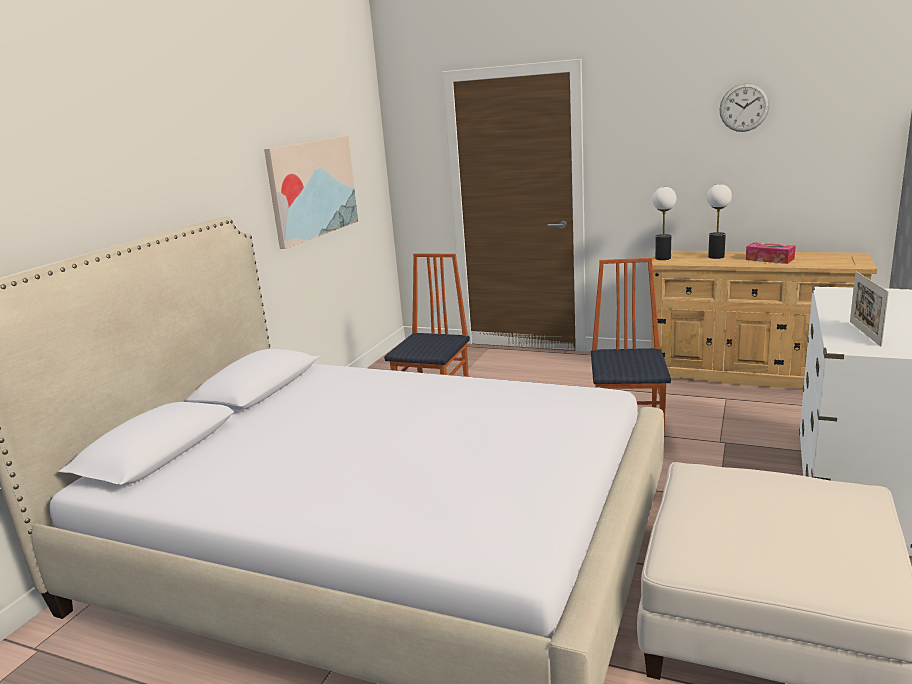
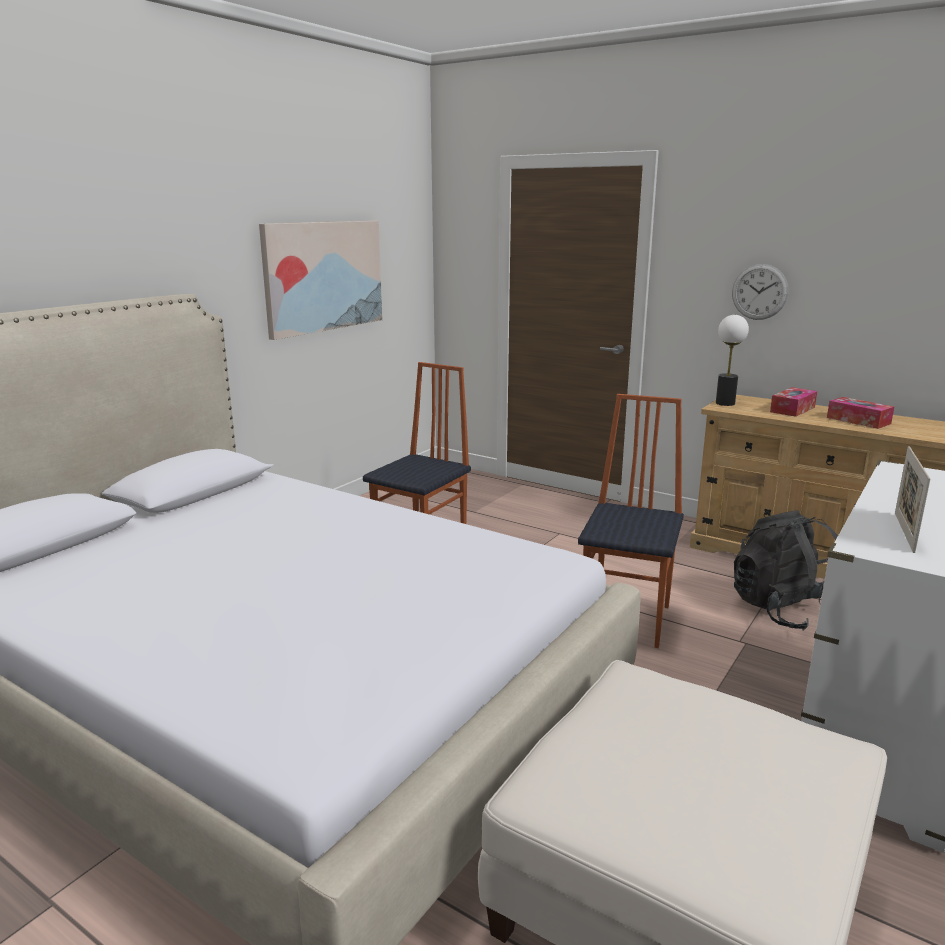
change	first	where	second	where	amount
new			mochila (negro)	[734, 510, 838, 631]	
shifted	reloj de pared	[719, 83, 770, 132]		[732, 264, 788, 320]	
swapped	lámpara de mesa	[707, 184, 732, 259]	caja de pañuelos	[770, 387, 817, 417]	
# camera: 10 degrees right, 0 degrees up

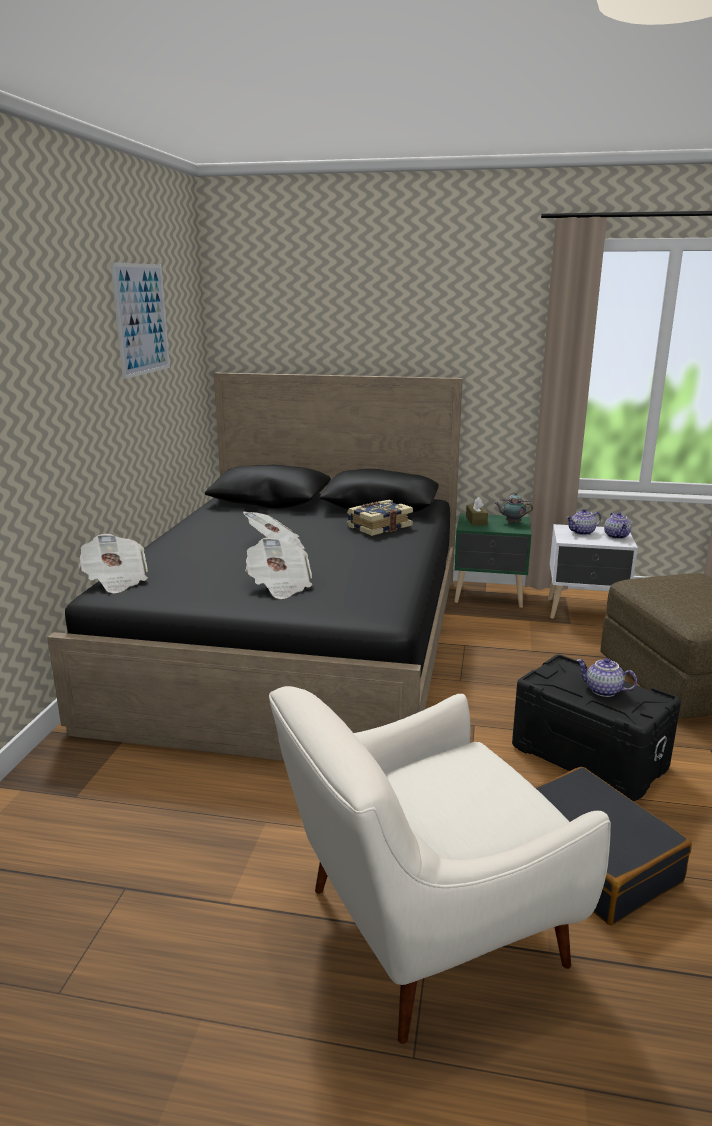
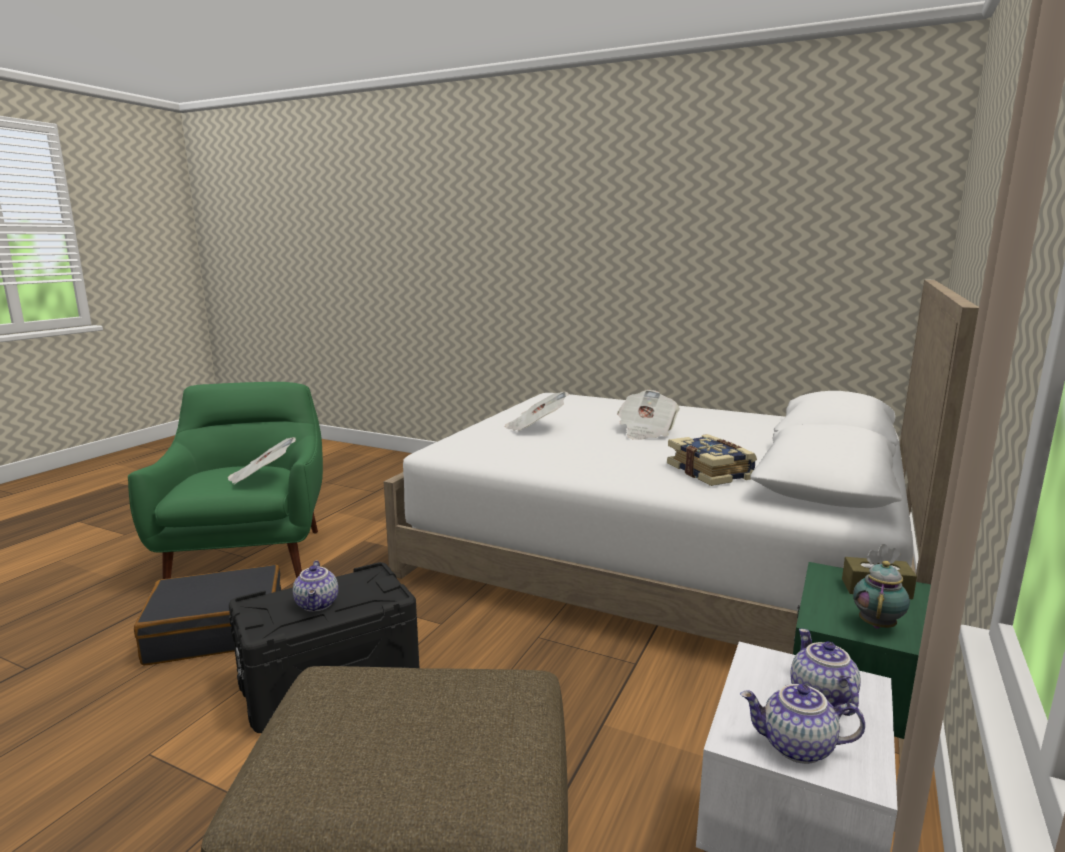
change	first	where	second	where	amount
gone	cuadro	[111, 262, 170, 379]			
shifted	periódico	[79, 534, 148, 593]		[228, 437, 296, 485]	
repainted	cama (negro)	[47, 373, 463, 761]	cama (blanco)	[384, 279, 979, 654]	
repainted	sillón (blanco)	[269, 686, 611, 1044]	sillón (verde)	[128, 382, 323, 579]	
rotated	tetera	[577, 658, 637, 697]		[293, 560, 338, 612]	120 degrees clockwise
# camera: 105 degrees right, 5 degrees down

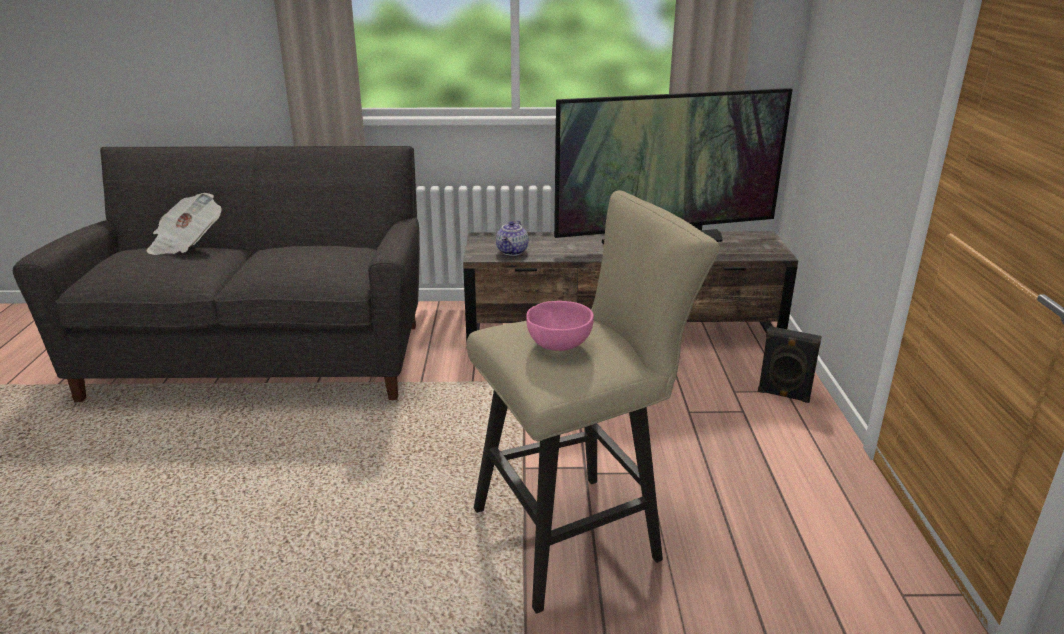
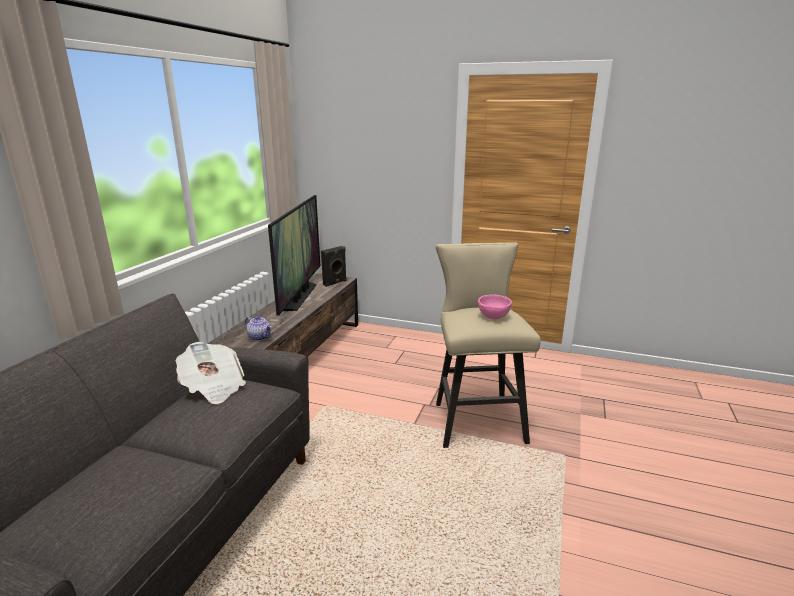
change	first	where	second	where	amount
shifted	periódico	[147, 193, 222, 255]		[176, 342, 246, 404]	
shifted	altavoz (negro)	[758, 326, 822, 403]		[321, 246, 347, 287]	
# camera: 70 degrees left, 5 degrees down

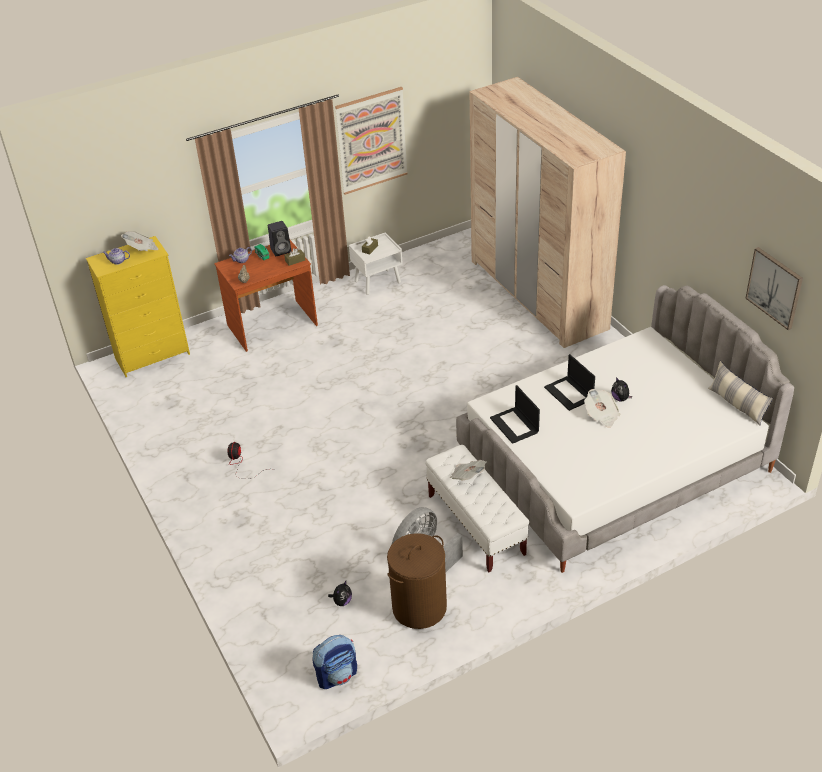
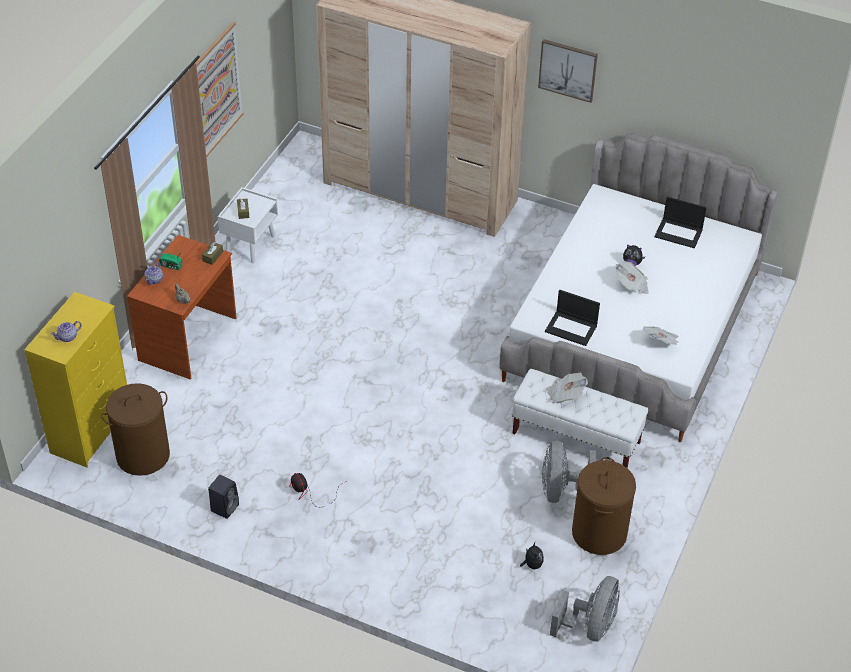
change	first	where	second	where	amount
gone	cojín	[708, 361, 773, 426]			
new			cesto de la ropa (marrón)	[101, 383, 170, 476]	
shifted	periódico	[121, 231, 159, 251]		[643, 326, 678, 345]	
shifted	altavoz (negro)	[268, 221, 291, 256]		[208, 475, 239, 519]	
shifted	portátil	[544, 354, 595, 411]		[655, 197, 707, 248]	
shifted	cuadro	[745, 247, 803, 330]		[538, 39, 598, 103]	
swapped	mochila	[312, 635, 357, 689]	ventilador (gris)	[550, 576, 620, 642]	
# camera: 40 degrees left, 5 degrees up

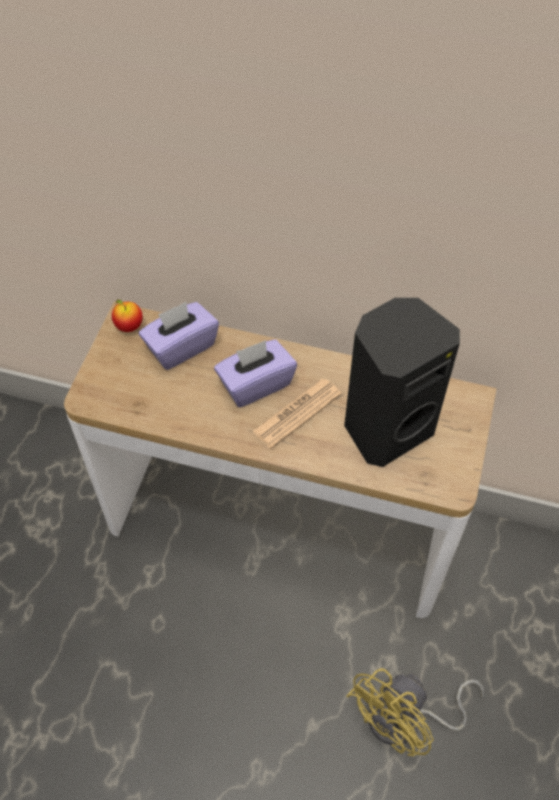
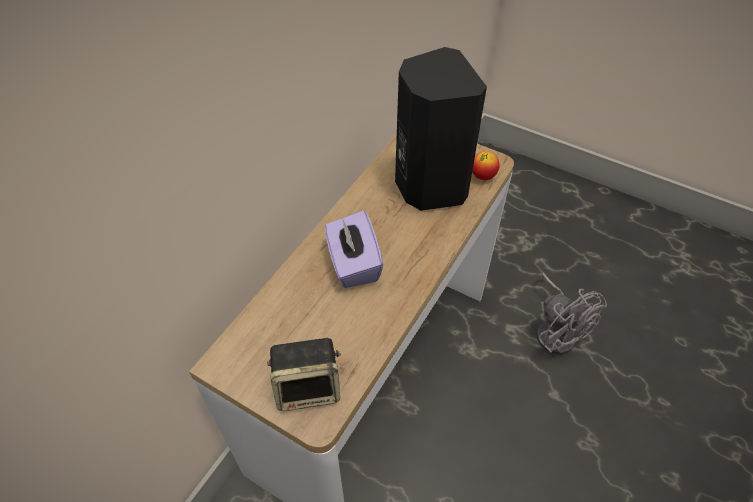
change	first	where	second	where	amount
gone	caja de pañuelos (morado)	[139, 302, 219, 370]			
gone	periódico	[252, 379, 342, 449]			
new			altavoz	[267, 338, 341, 411]	
shifted	manzana	[112, 300, 143, 332]		[472, 151, 500, 180]	
repainted	ventilador (amarillo)	[346, 668, 484, 756]	ventilador (gris)	[537, 272, 607, 355]	
# camera: 75 degrees left, 5 degrees down

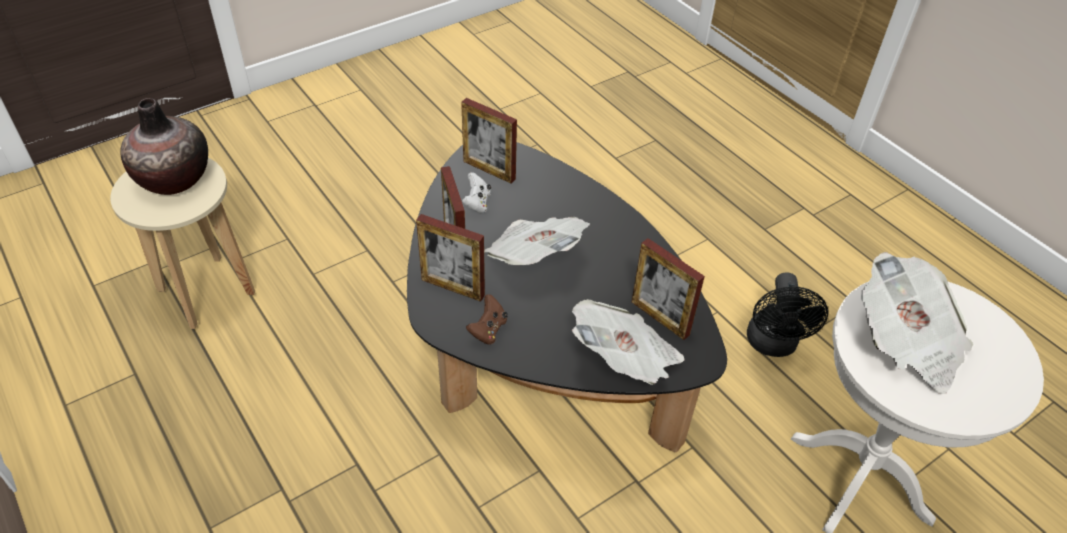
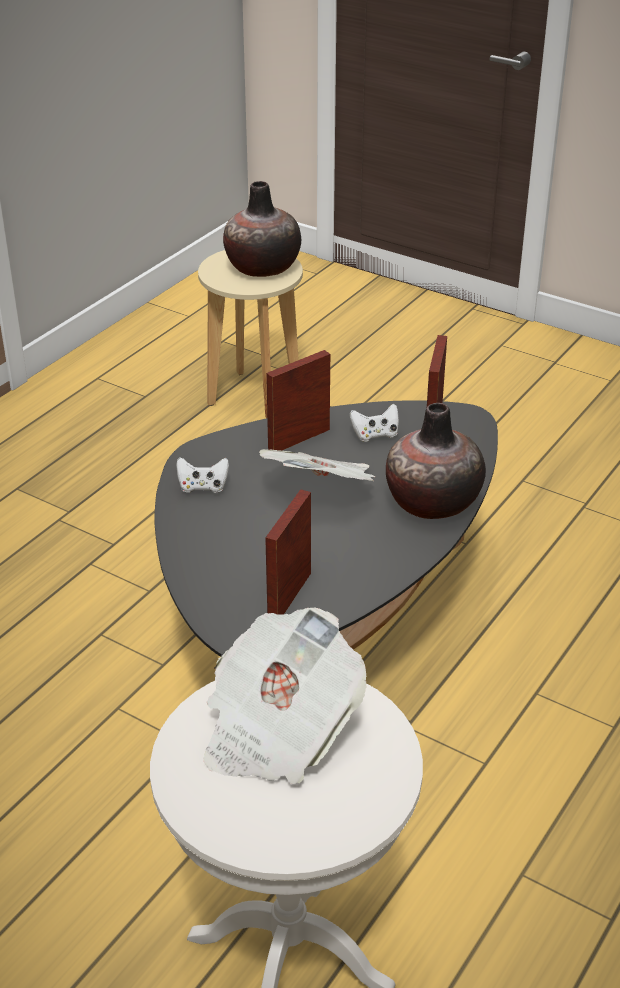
change	first	where	second	where	amount
gone	portarretratos	[416, 214, 485, 302]			
gone	periódico	[572, 299, 685, 385]			
gone	ventilador (negro)	[747, 272, 828, 357]			
new			florero	[386, 403, 486, 519]	
repainted	mando de consola (marrón)	[466, 294, 508, 345]	mando de consola (blanco)	[176, 457, 229, 493]	
# camera: 70 degrees right, 10 degrees down

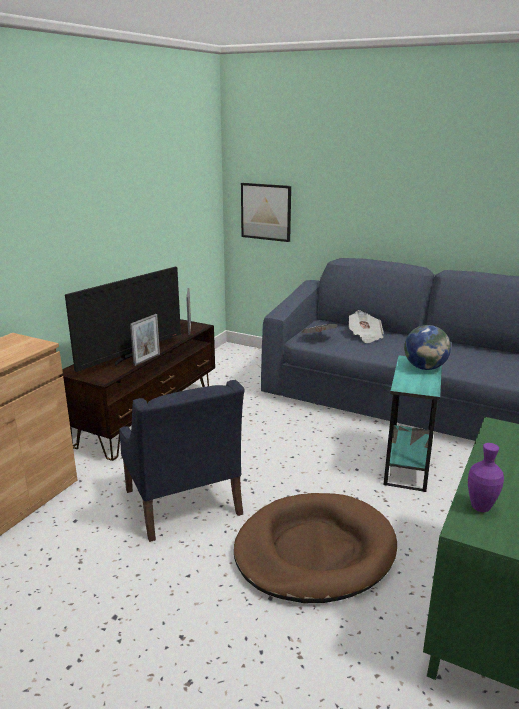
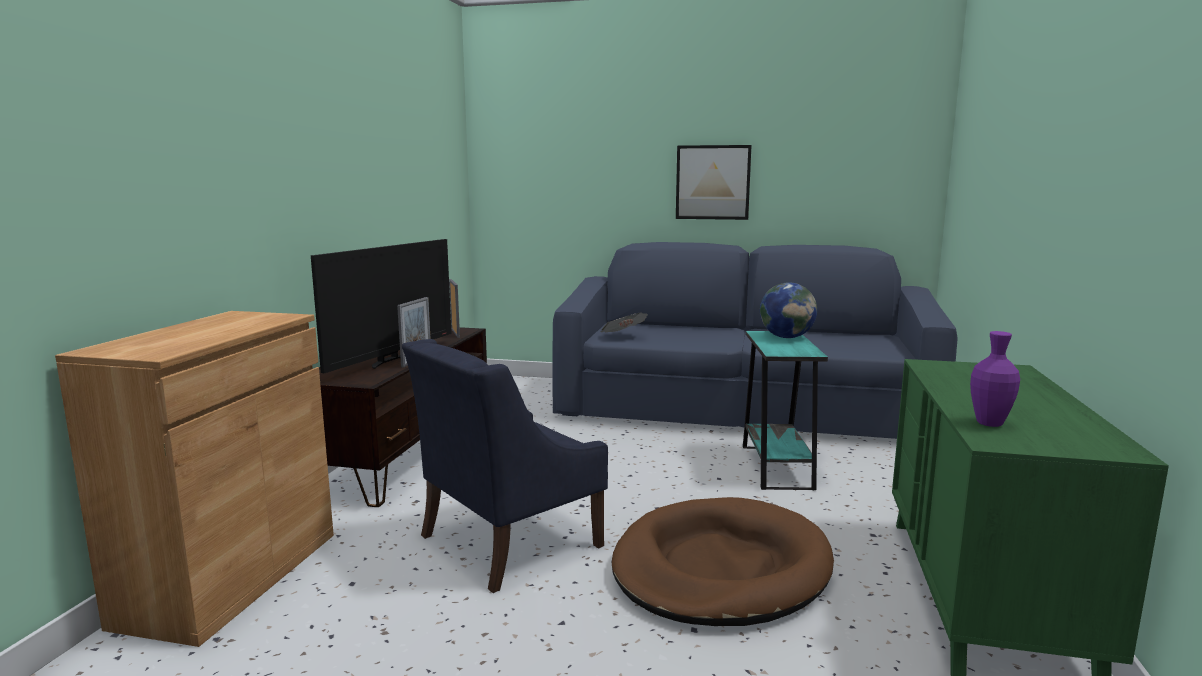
change	first	where	second	where	amount
gone	periódico	[348, 310, 383, 343]			
shifted	cuadro	[241, 183, 291, 242]		[676, 145, 752, 220]	
rotated	sillón (azul)	[119, 380, 245, 542]		[402, 339, 608, 593]	90 degrees clockwise
# camera: 15 degrees left, 10 degrees down

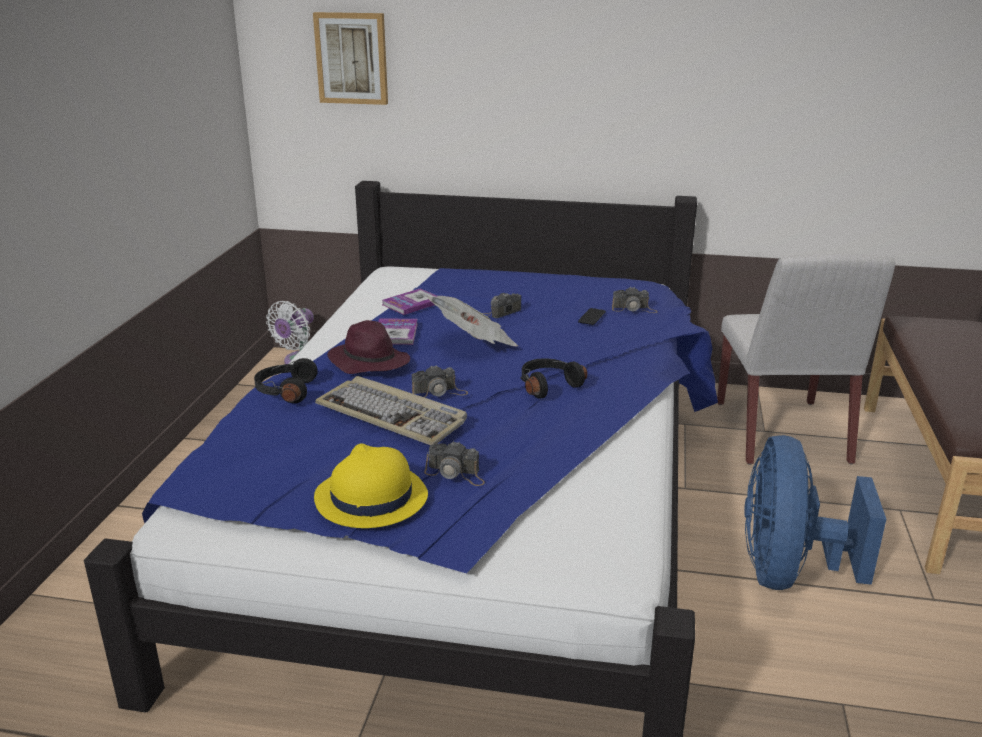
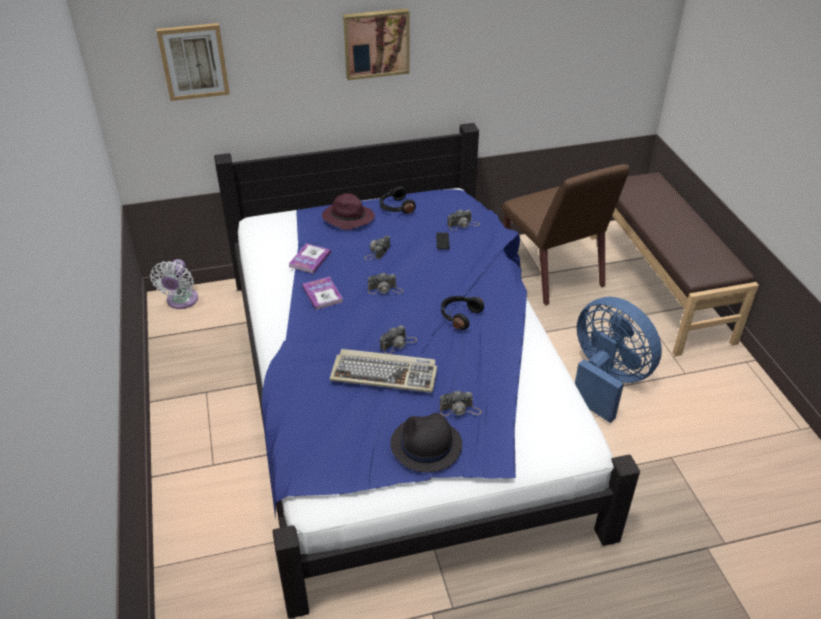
change	first	where	second	where	amount
new			cuadro	[343, 8, 410, 80]	
shifted	auriculares (negro)	[254, 358, 318, 403]		[380, 187, 416, 214]	
shifted	sombrero (morado)	[327, 320, 410, 374]		[322, 193, 375, 230]	
swapped	periódico	[428, 296, 519, 346]	cámara	[368, 273, 403, 294]	
repainted	sombrero (amarillo)	[314, 443, 428, 528]	sombrero (negro)	[390, 413, 462, 472]	
repainted	silla (blanco)	[717, 254, 895, 465]	silla (marrón)	[502, 164, 629, 305]	
rotated	ventilador (azul)	[744, 435, 886, 590]		[575, 297, 662, 423]	150 degrees clockwise
# camera: 25 degrees left, 15 degrees up

